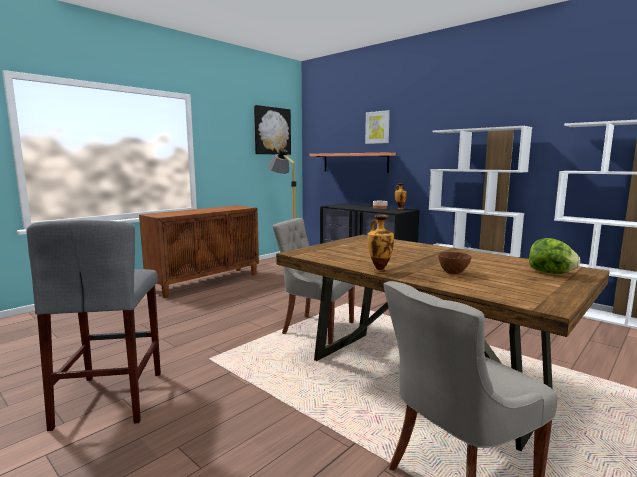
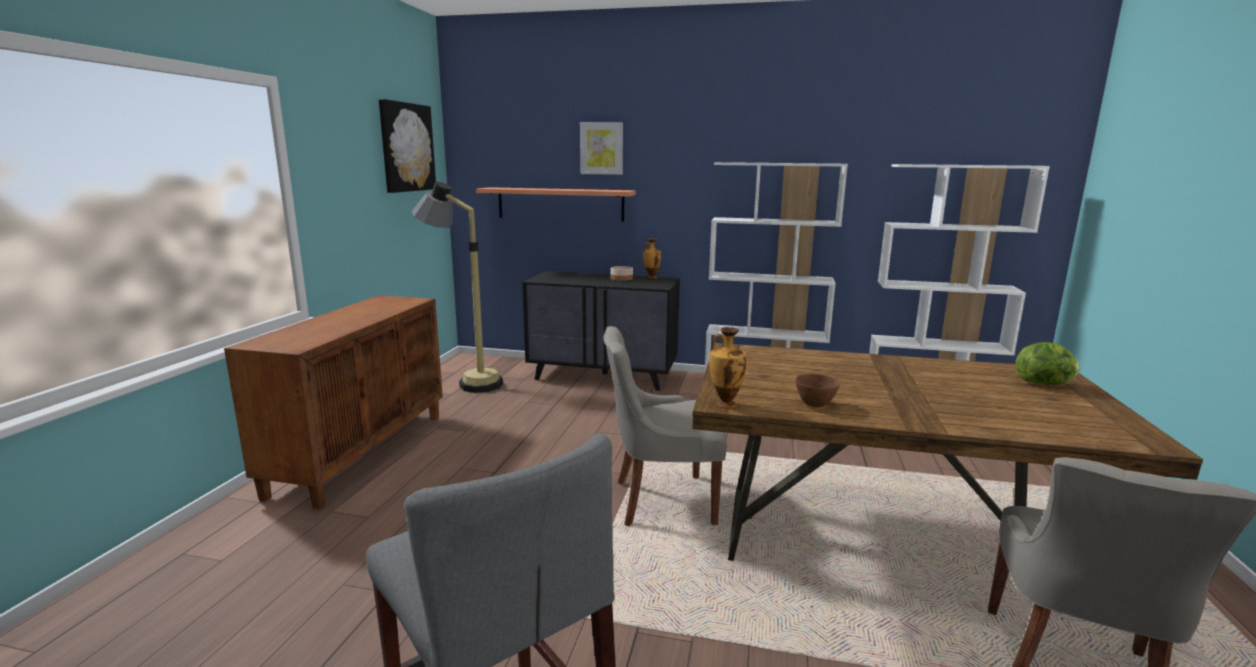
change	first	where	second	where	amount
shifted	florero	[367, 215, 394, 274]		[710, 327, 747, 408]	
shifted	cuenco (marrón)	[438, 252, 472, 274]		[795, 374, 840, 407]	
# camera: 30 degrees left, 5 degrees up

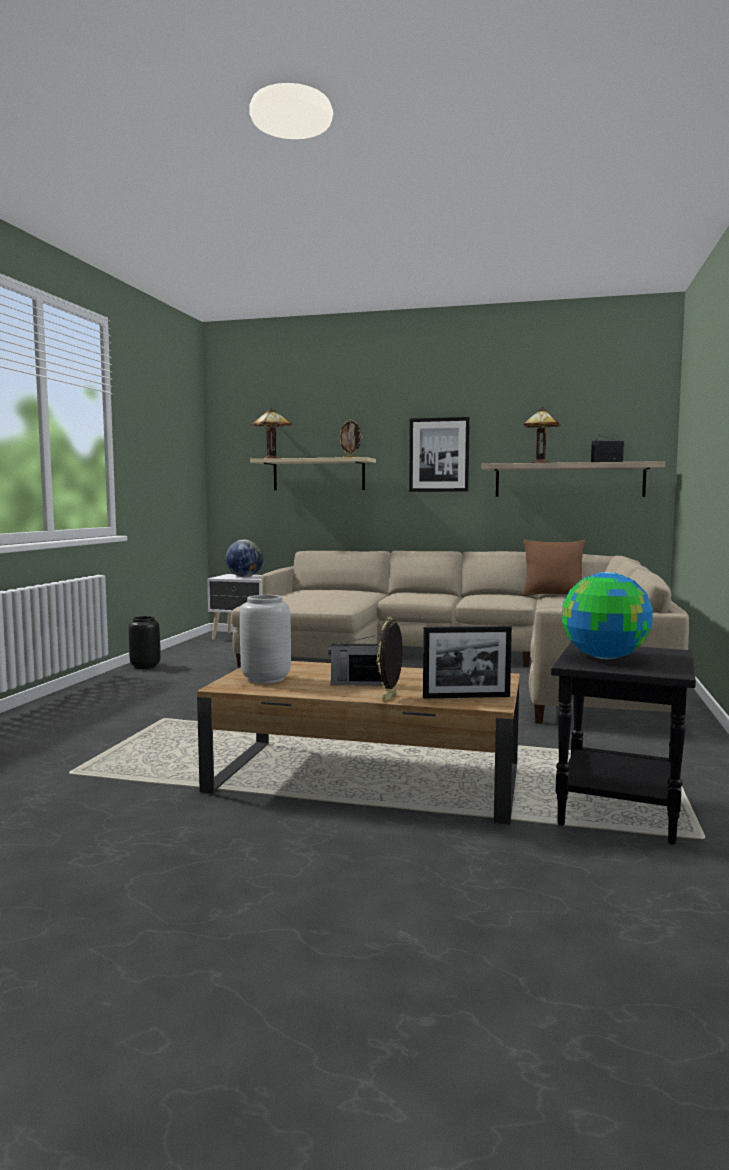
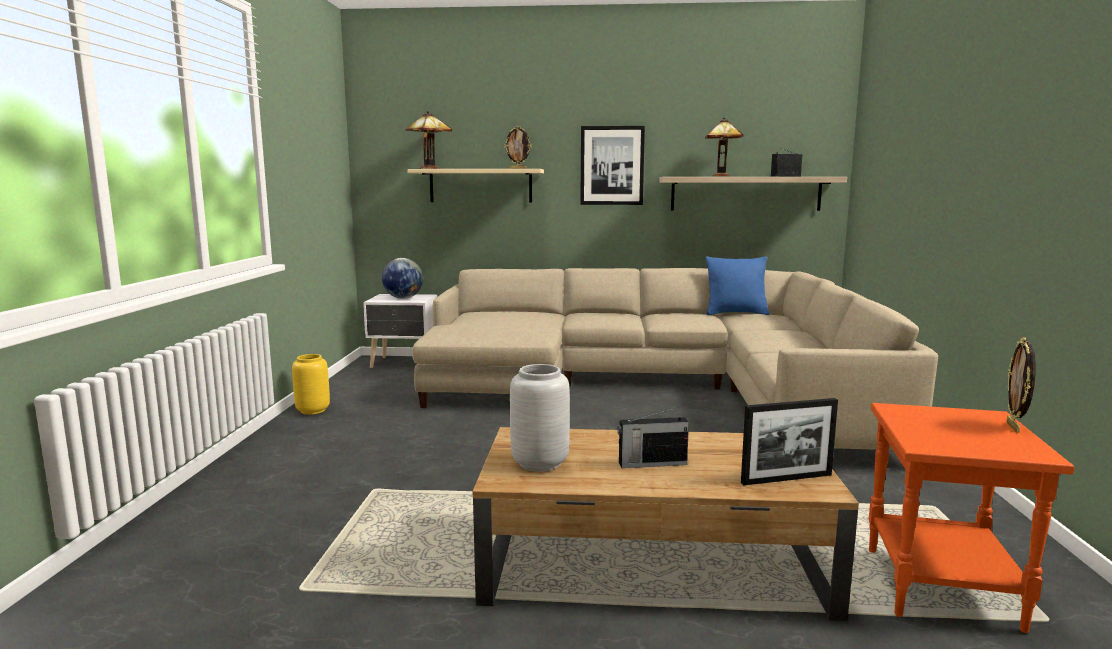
change	first	where	second	where	amount
gone	globo terráqueo	[562, 572, 653, 659]			
shifted	portarretratos	[377, 617, 403, 702]		[1007, 337, 1036, 433]	
repainted	florero (negro)	[129, 616, 161, 669]	florero (amarillo)	[292, 354, 330, 415]	
repainted	cojín (marrón)	[522, 540, 586, 596]	cojín (azul)	[706, 256, 769, 315]	
repainted	mesa auxiliar (negro)	[551, 642, 696, 845]	mesa auxiliar (naranja)	[869, 403, 1075, 633]	
# camera: 10 degrees left, 5 degrees up

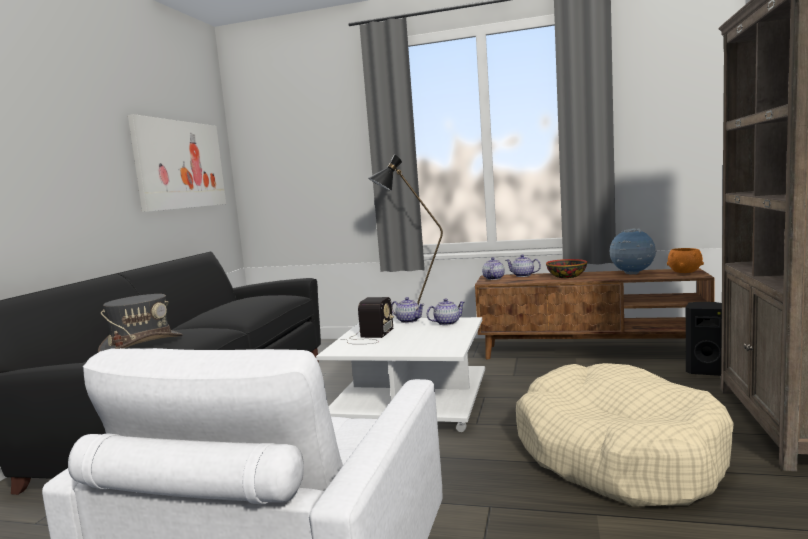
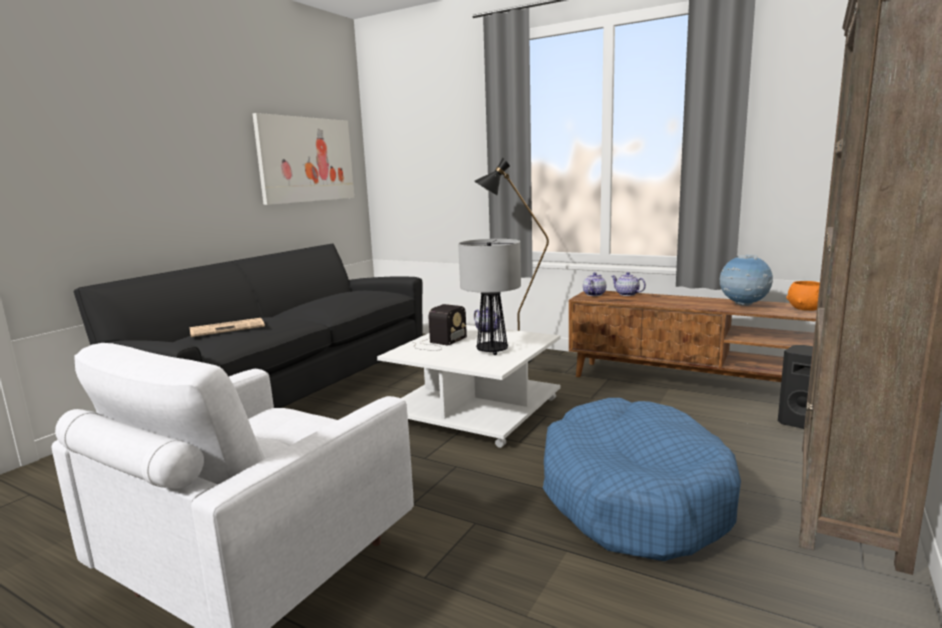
change	first	where	second	where	amount
gone	tetera	[427, 298, 465, 325]			
gone	cuenco	[546, 259, 587, 278]			
new			lámpara de mesa	[458, 239, 521, 355]	
swapped	sombrero (gris)	[98, 294, 183, 352]	periódico	[189, 318, 265, 337]	
repainted	cama para perro (beis)	[516, 363, 734, 507]	cama para perro (azul)	[543, 398, 741, 561]	
# camera: 15 degrees right, 5 degrees up

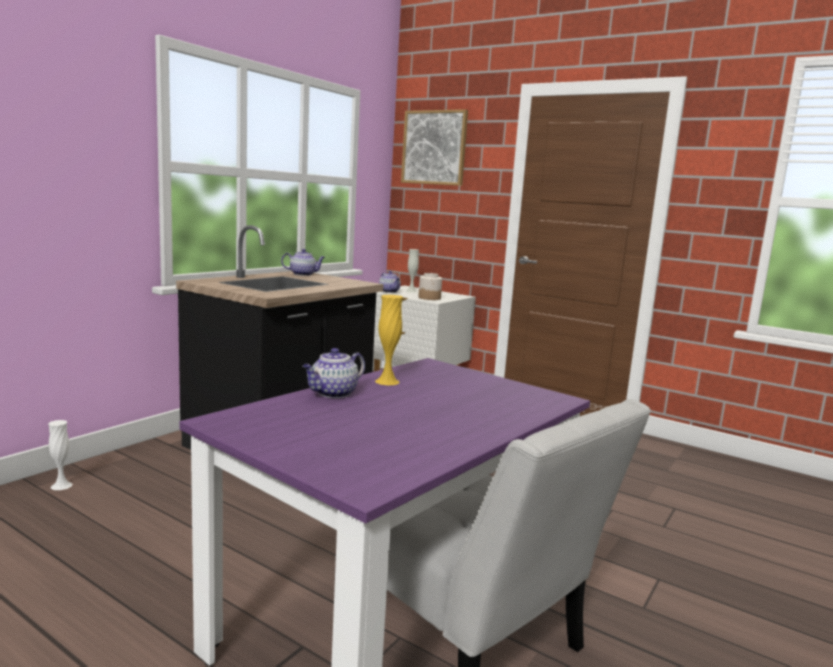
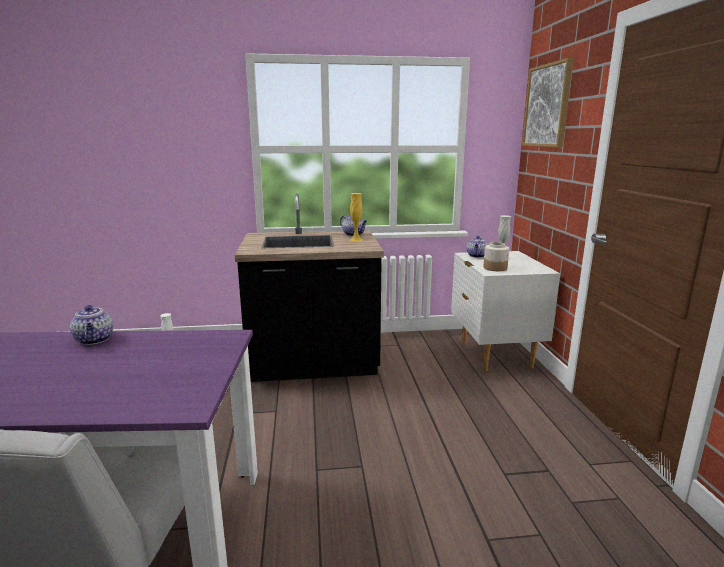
change	first	where	second	where	amount
shifted	florero (amarillo)	[375, 295, 403, 386]		[350, 193, 363, 242]	
rotated	tetera	[302, 348, 365, 398]		[70, 305, 113, 345]	120 degrees counterclockwise
# camera: 50 degrees right, 5 degrees up

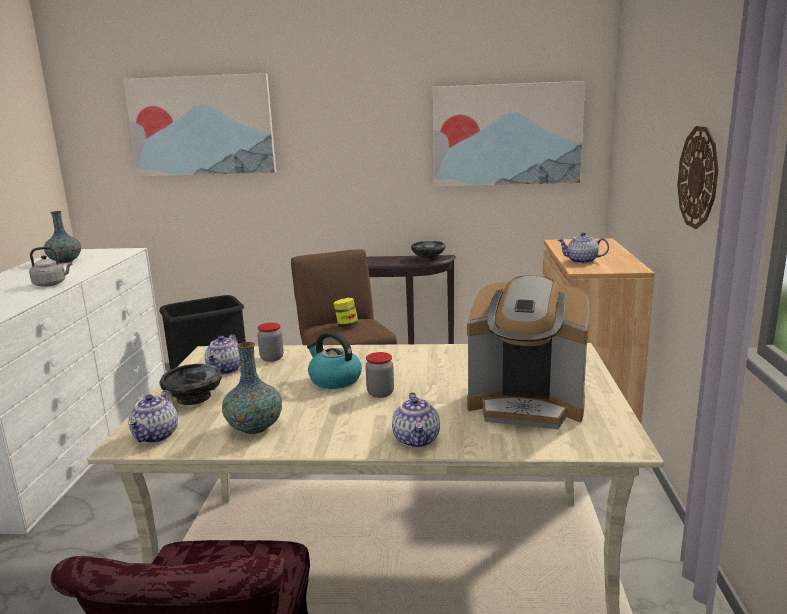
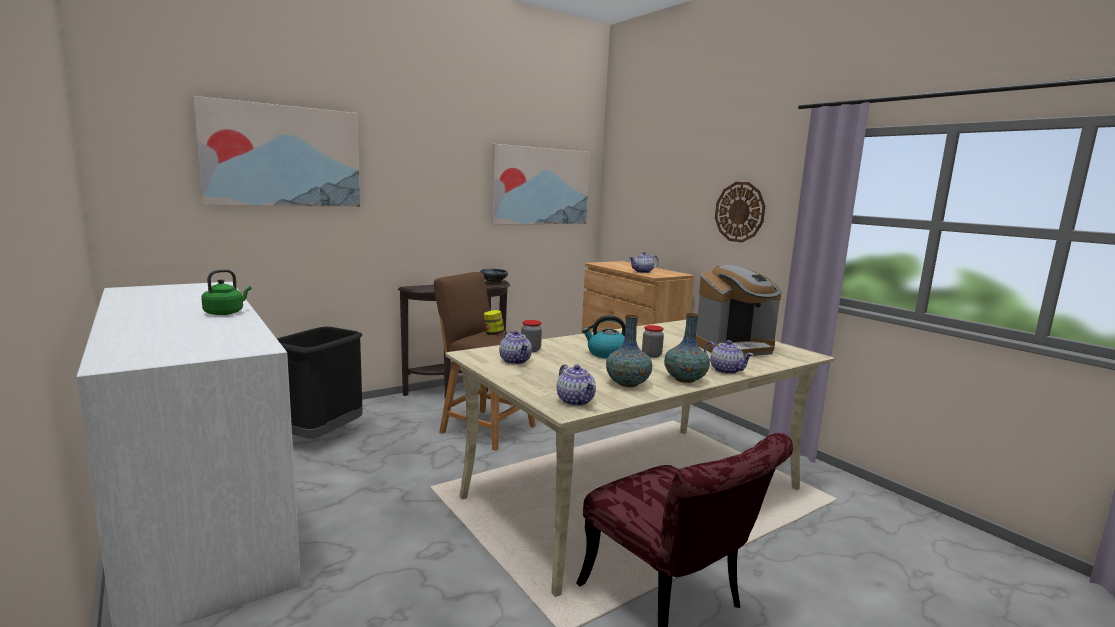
change	first	where	second	where	amount
gone	cuenco (negro)	[159, 364, 222, 405]			
shifted	florero	[44, 211, 81, 263]		[664, 313, 710, 383]	
repainted	hervidor (gris)	[29, 247, 73, 287]	hervidor (verde)	[201, 269, 251, 315]	
# camera: 40 degrees left, 5 degrees down

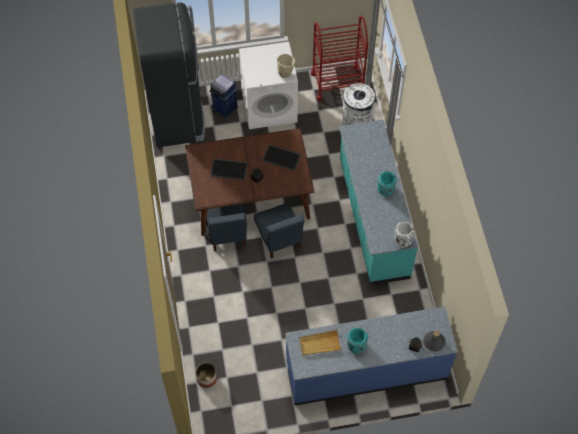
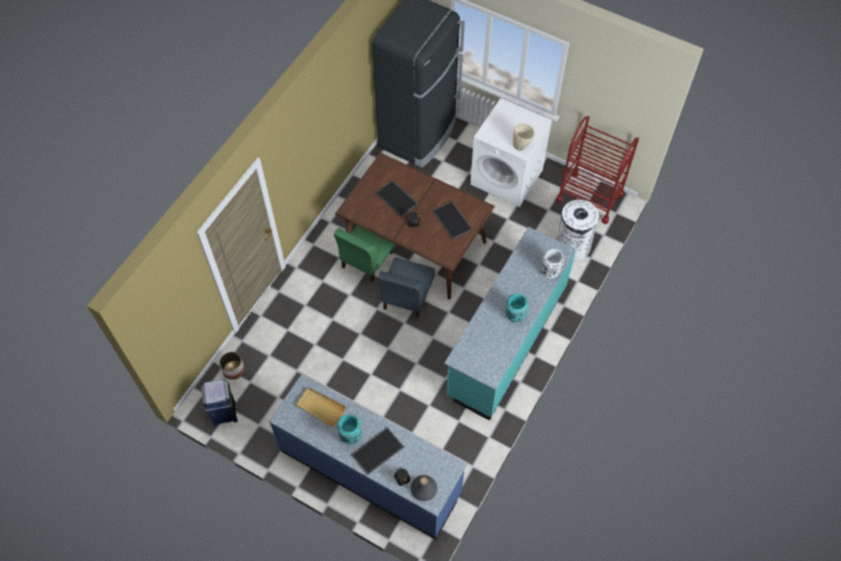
change	first	where	second	where	amount
new			bandeja	[351, 427, 404, 475]	
shifted	papelera (azul)	[209, 74, 238, 119]		[201, 379, 238, 426]	
shifted	florero (blanco)	[394, 222, 415, 248]		[541, 249, 565, 278]	
repainted	silla (azul)	[206, 204, 247, 251]	silla (verde)	[334, 225, 396, 282]	
# camera: 40 degrees right, 0 degrees up

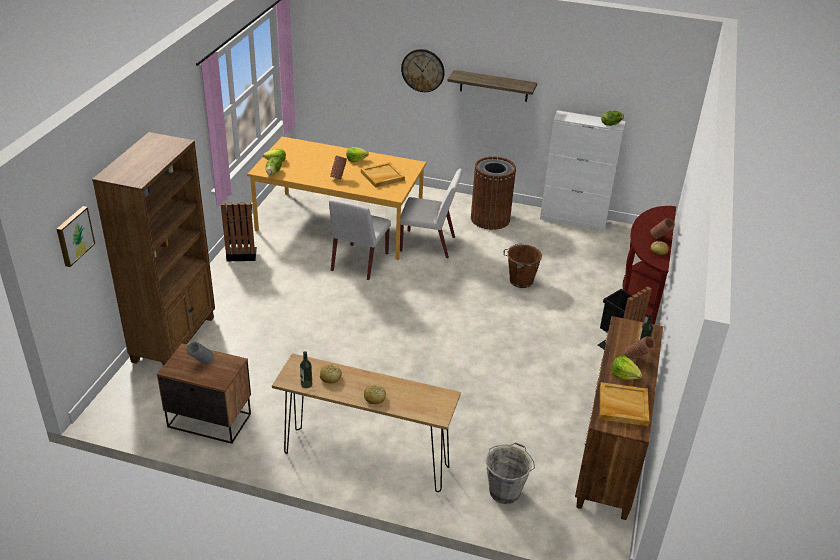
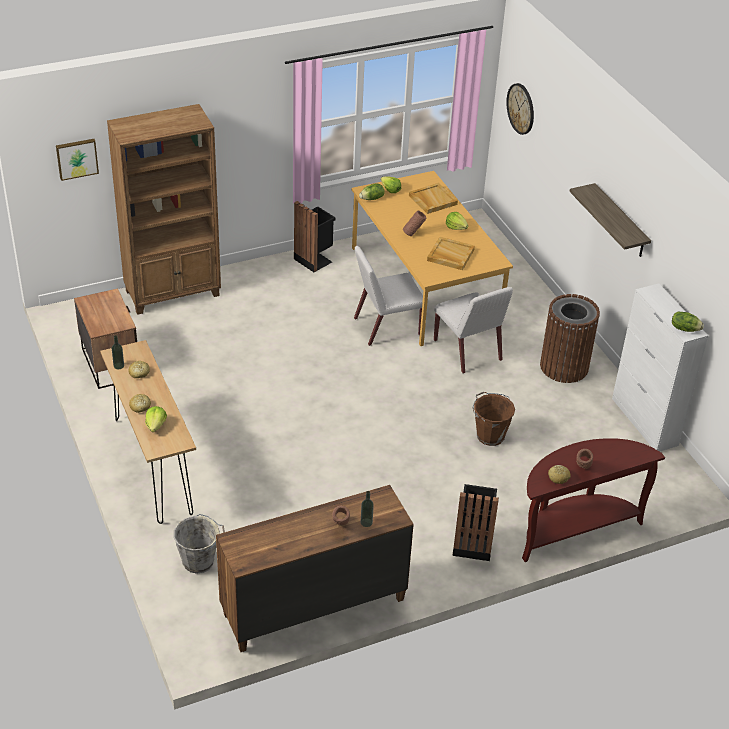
change	first	where	second	where	amount
gone	florero (gris)	[187, 342, 214, 365]			
shifted	reloj de pared	[401, 49, 445, 92]		[506, 83, 534, 135]	
shifted	bandeja (beis)	[600, 382, 649, 426]		[409, 183, 458, 214]	
shifted	lechuga	[611, 356, 642, 380]		[145, 406, 167, 432]	
# camera: 50 degrees right, 5 degrees up

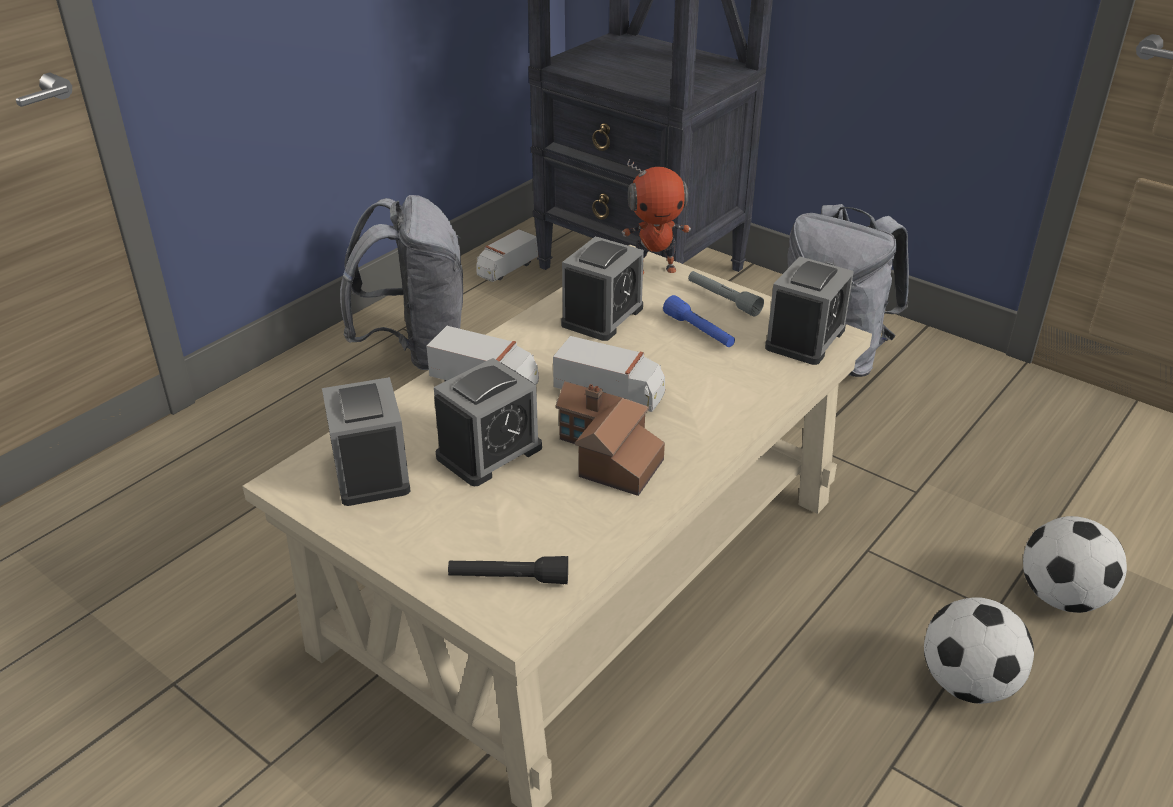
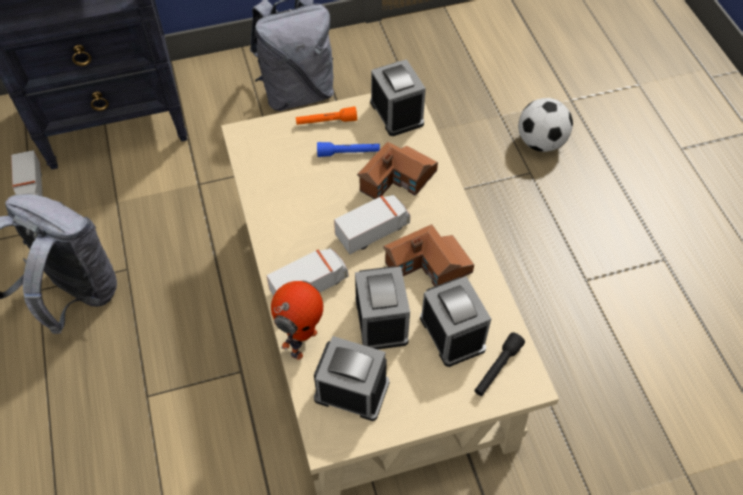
change	first	where	second	where	amount
gone	balón de fútbol	[924, 597, 1034, 704]			
new			casita	[357, 141, 438, 199]	
shifted	despertador	[561, 236, 644, 341]		[420, 276, 491, 367]	
shifted	robot de juguete	[622, 159, 691, 274]		[271, 281, 323, 360]	
repainted	linterna (gris)	[688, 271, 764, 317]	linterna (naranja)	[296, 107, 357, 125]	
# camera: 55 degrees left, 20 degrees up

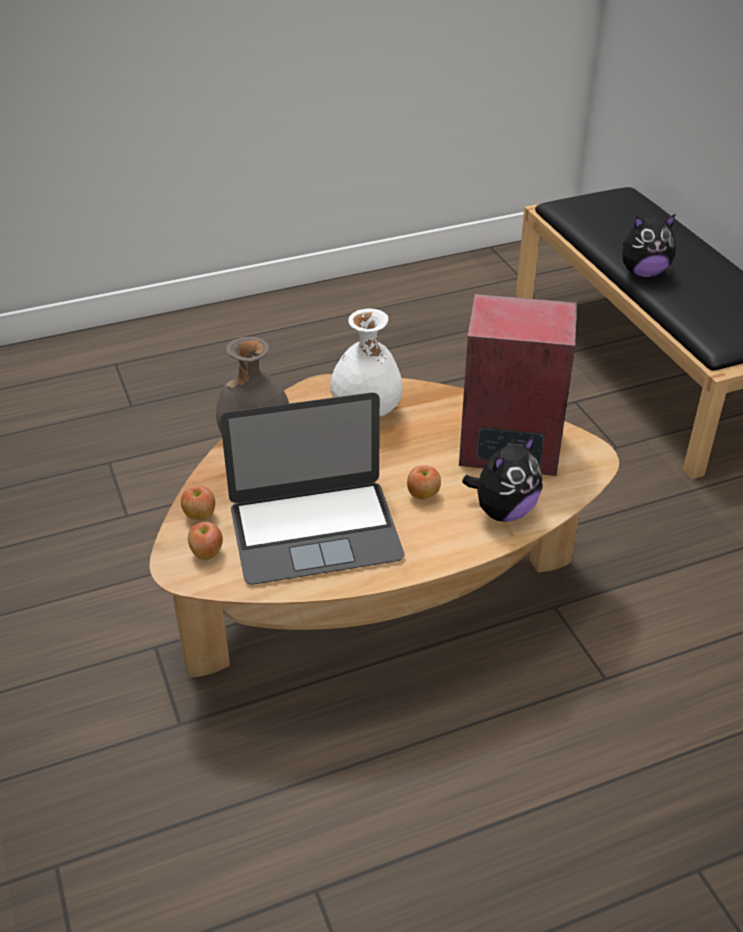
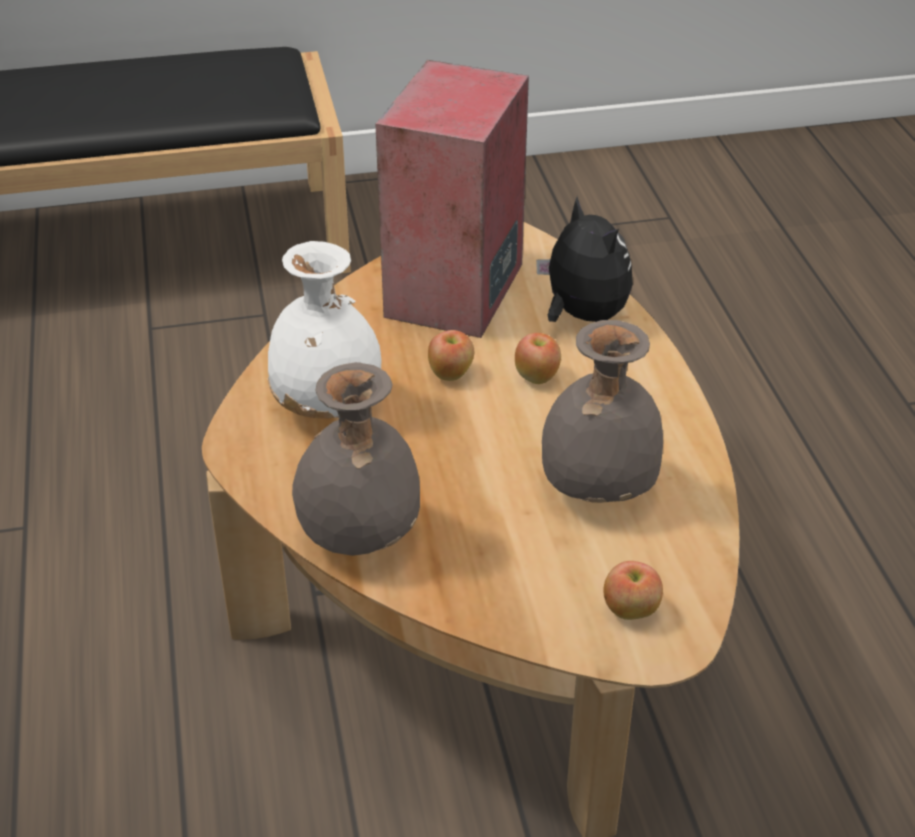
change	first	where	second	where	amount
gone	peluche	[622, 214, 676, 278]			
shifted	manzana	[181, 485, 215, 520]		[428, 330, 474, 381]	
swapped	portátil	[220, 392, 404, 585]	florero (gris)	[542, 320, 663, 503]	
# camera: 80 degrees left, 0 degrees up

